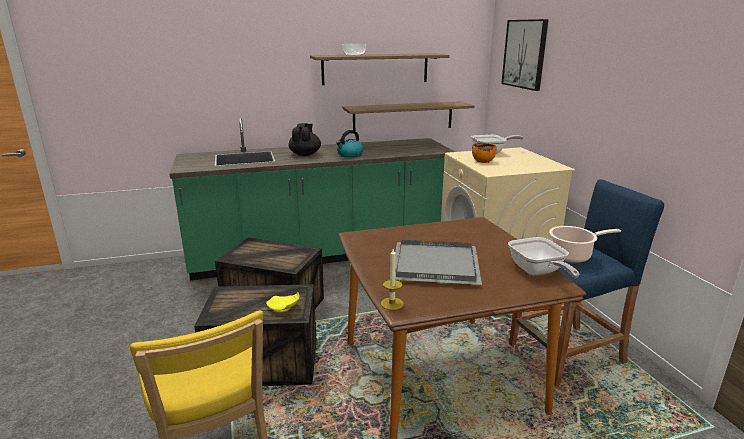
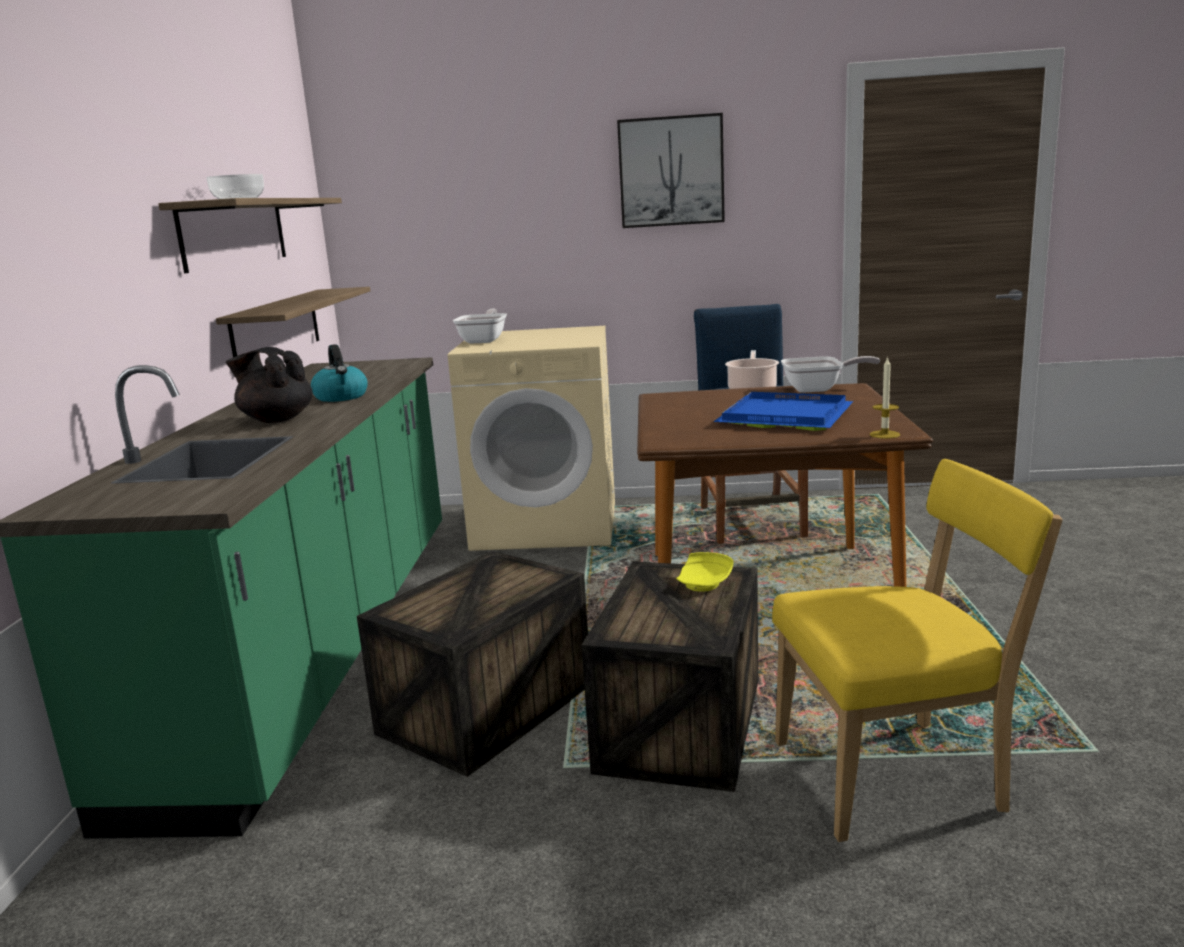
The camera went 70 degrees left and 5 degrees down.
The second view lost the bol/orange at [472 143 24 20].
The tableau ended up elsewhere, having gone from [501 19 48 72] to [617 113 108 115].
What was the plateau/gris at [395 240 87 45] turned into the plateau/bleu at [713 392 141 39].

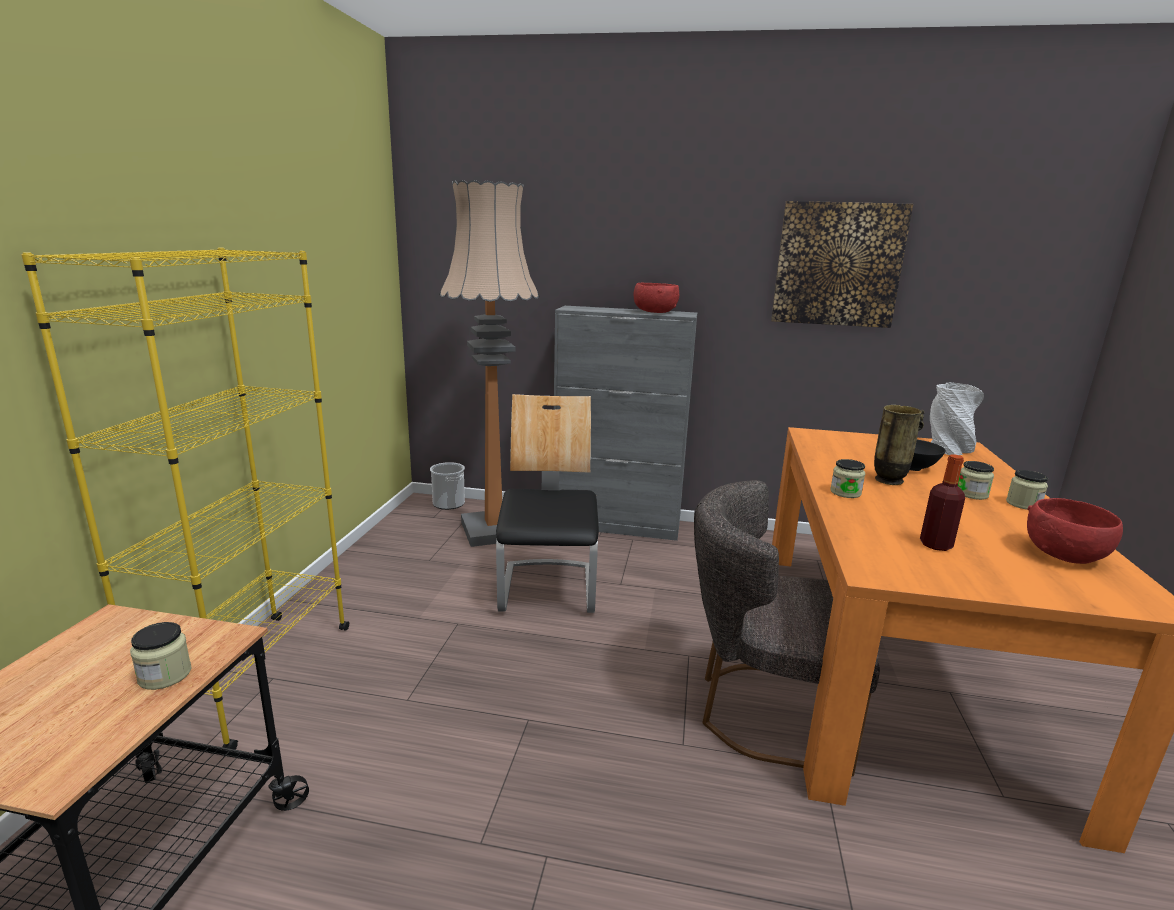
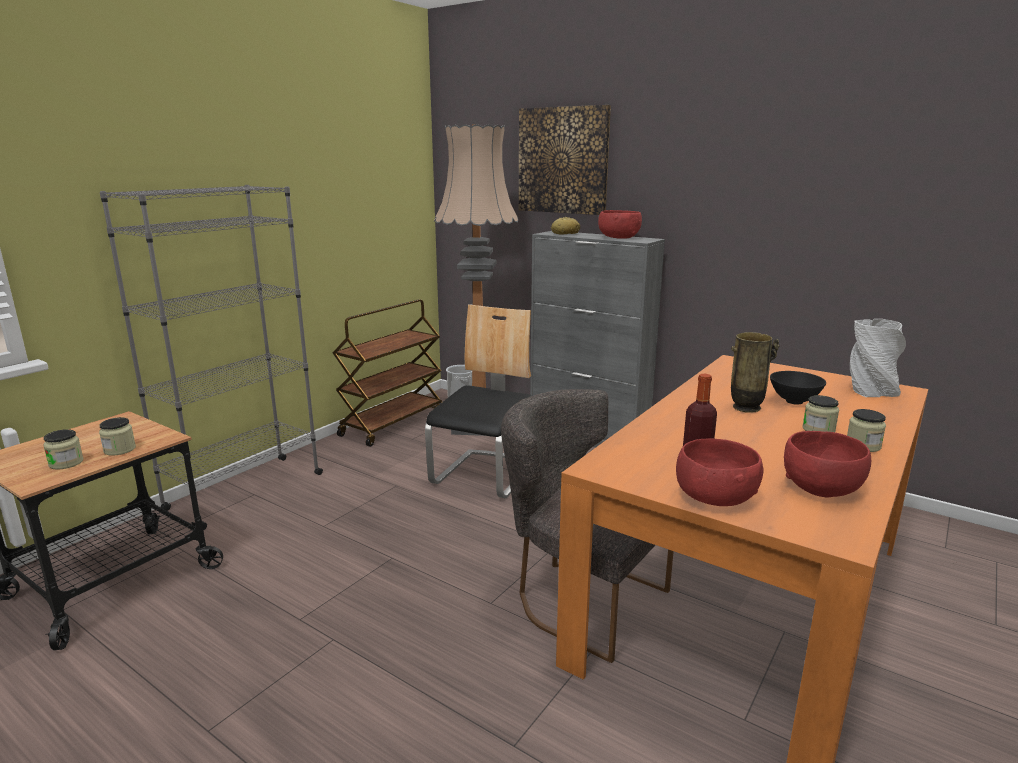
The camera went 25 degrees right and 0 degrees up.
The second view gained the chariot/marron at [333 299 109 148].
The second view gained the pain at [551 217 29 18].
The second view gained the bol/rouge at [676 439 87 67].
The tableau ended up elsewhere, having gone from [771 201 142 127] to [519 105 92 110].
The bocal ended up elsewhere, having gone from [830 459 35 39] to [43 429 40 41].
What was the bibliothèque/jaune at [21 247 329 503] turned into the bibliothèque/gris at [100 185 223 345].

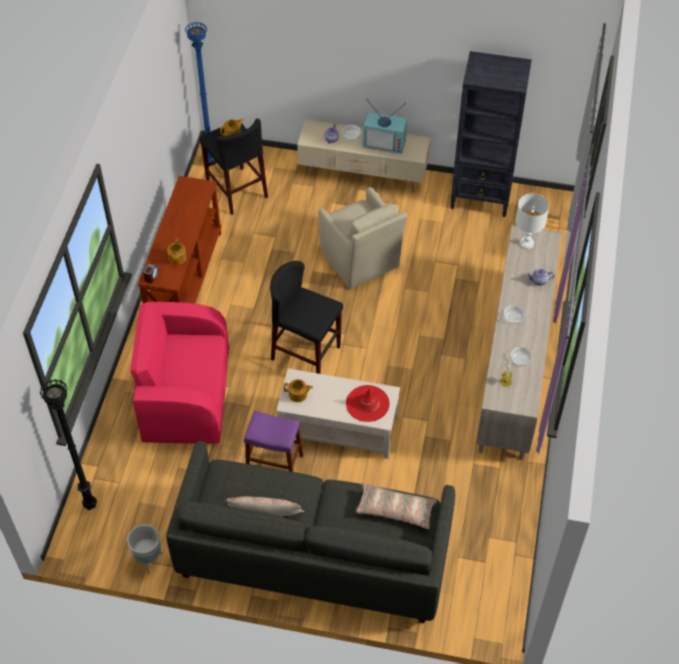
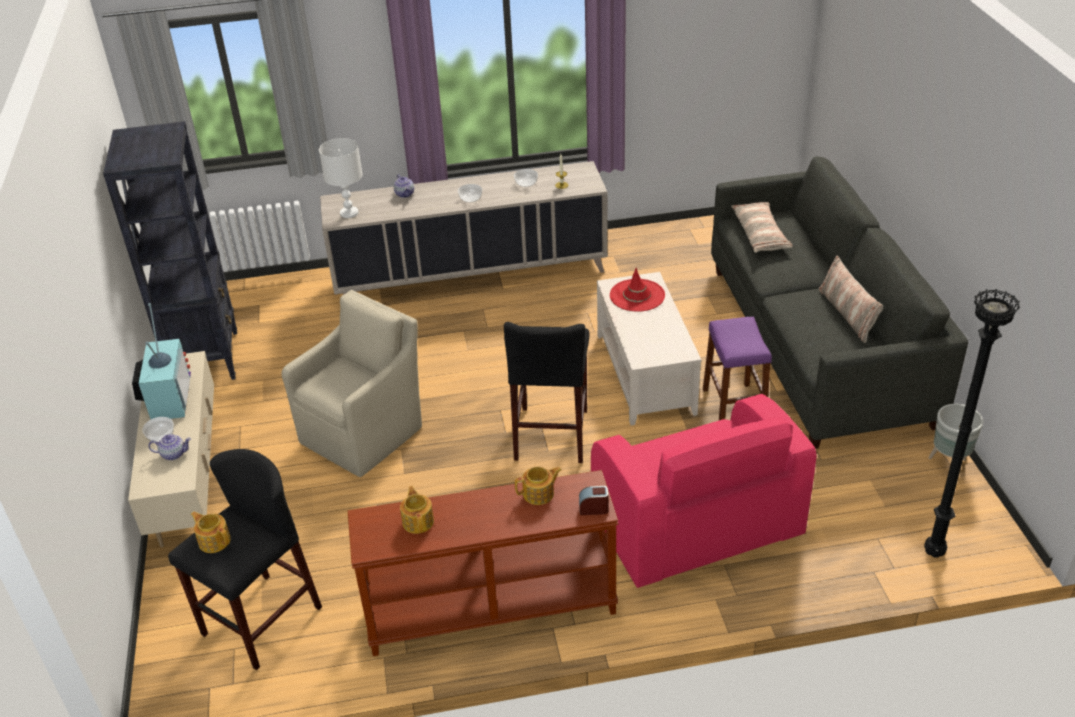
The camera went 110 degrees left and 15 degrees down.
The second view lost the lampadaire/bleu at [185 22 29 141].
The théière ended up elsewhere, having gone from [284 379 29 23] to [400 486 34 48].

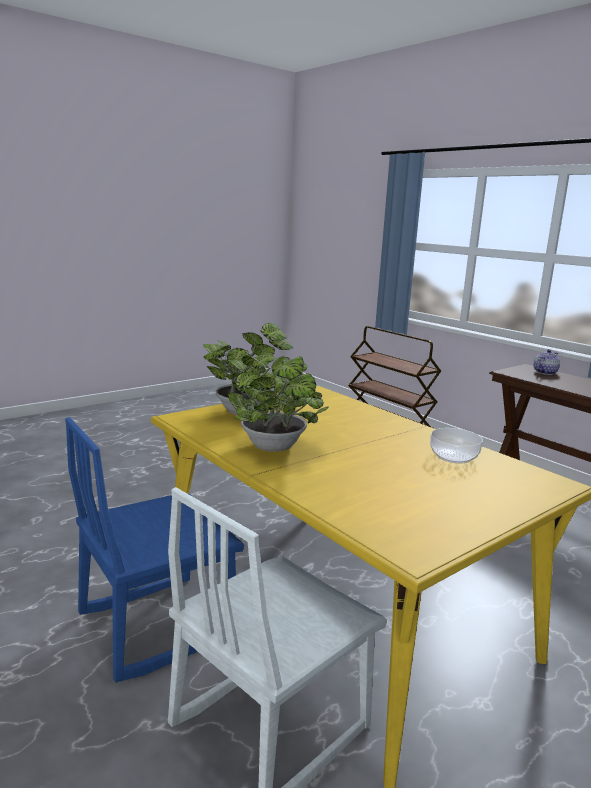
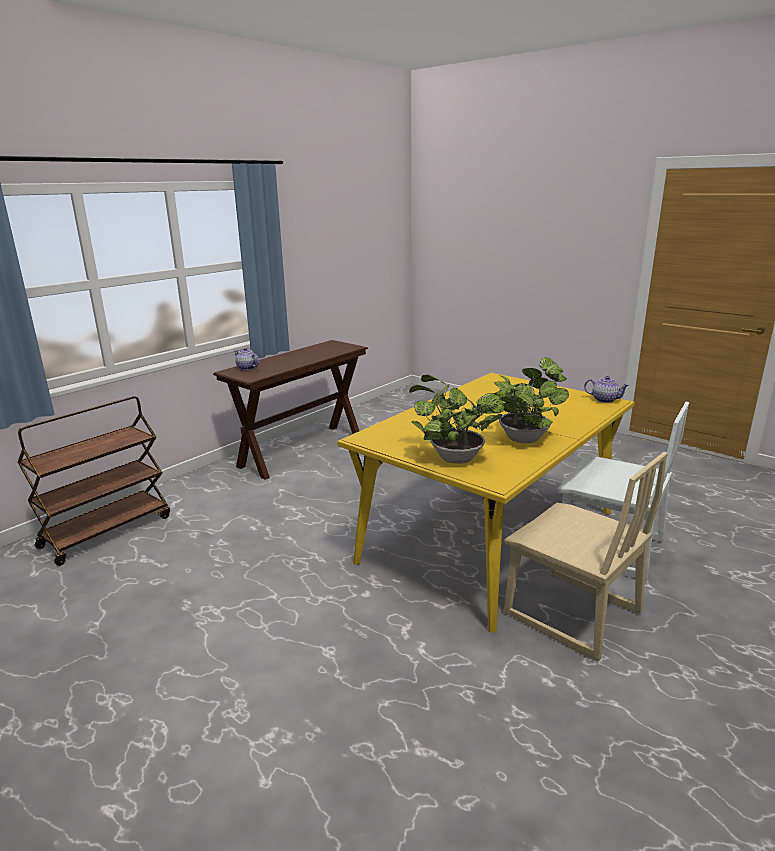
The camera went 100 degrees left and 5 degrees up.
The second view lost the bol at [430 428 53 35].
The second view gained the théière at [584 376 46 27].
What was the chaise/bleu at [65 417 179 266] turned into the chaise/beige at [504 452 164 209].

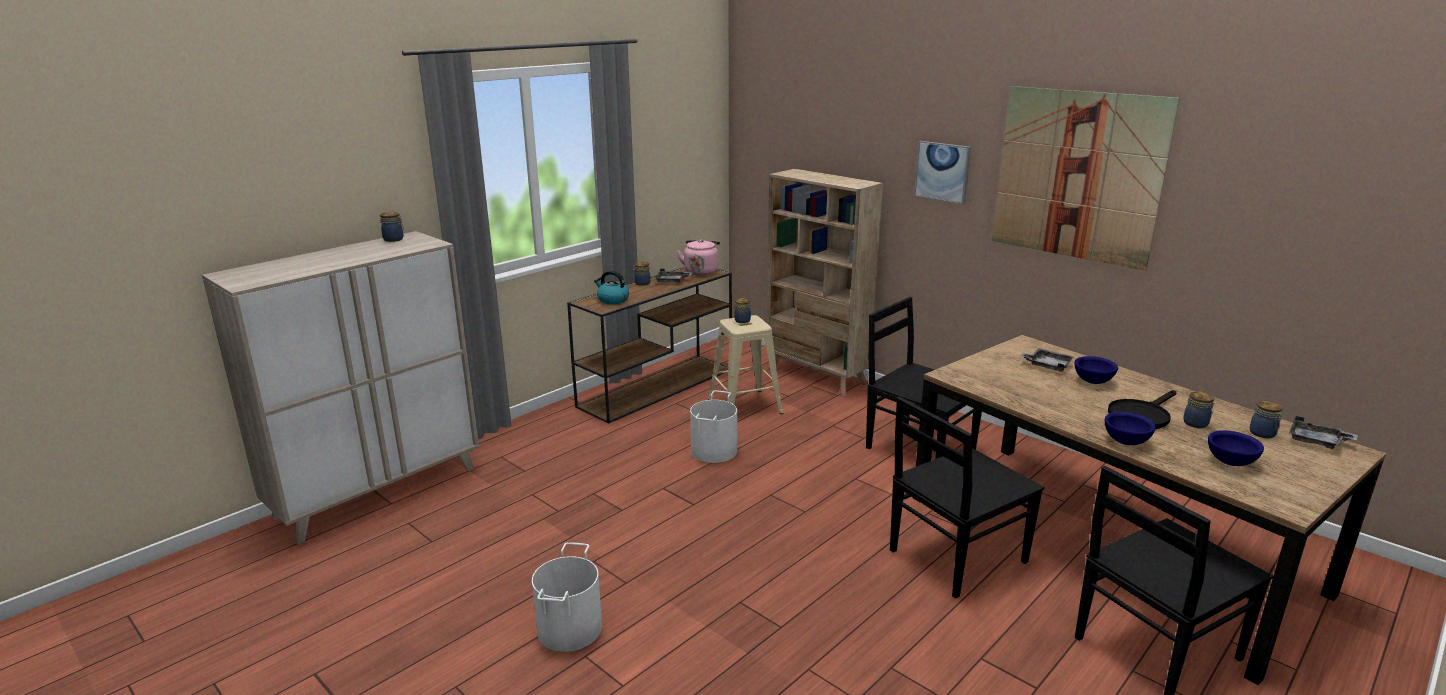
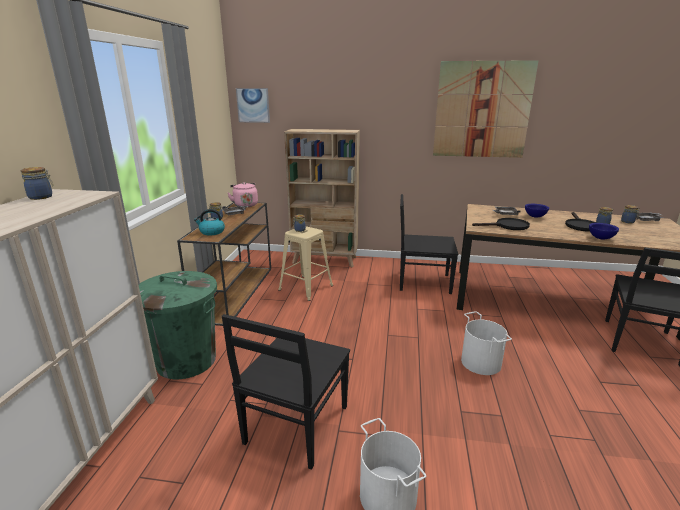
The camera went 35 degrees left and 0 degrees up.
The second view lost the bol/bleu at [1208 430 56 36].
The second view gained the poubelle/vert at [139 271 78 108].
The second view gained the poêle/noir at [472 218 58 12].
The seau/blanc ended up elsewhere, having gone from [690 390 47 73] to [461 311 51 64].
The chaise/noir ended up elsewhere, having gone from [890 397 154 202] to [222 314 128 156].
The tableau ended up elsewhere, having gone from [914 141 57 63] to [236 88 34 35].

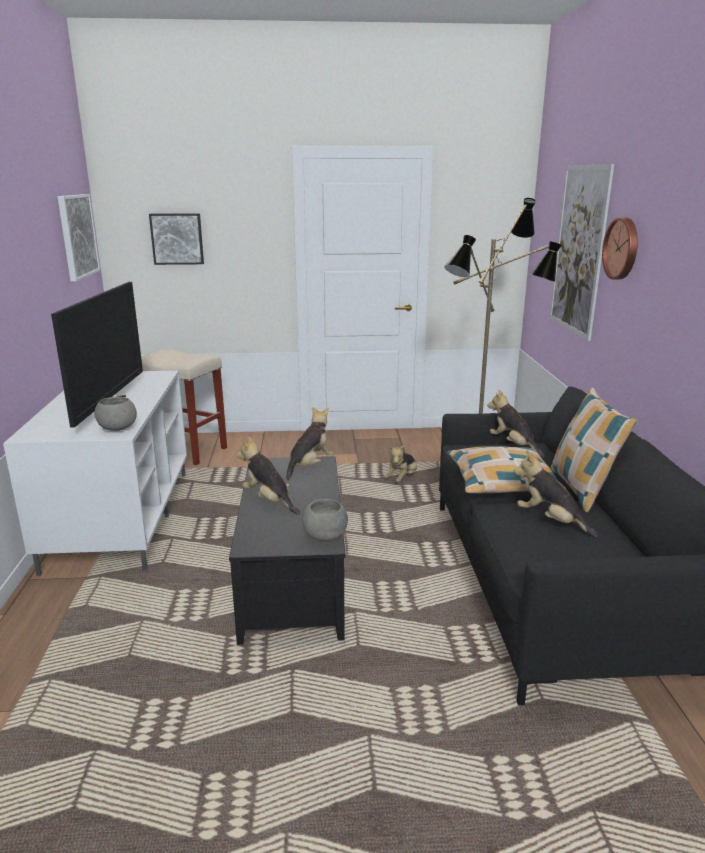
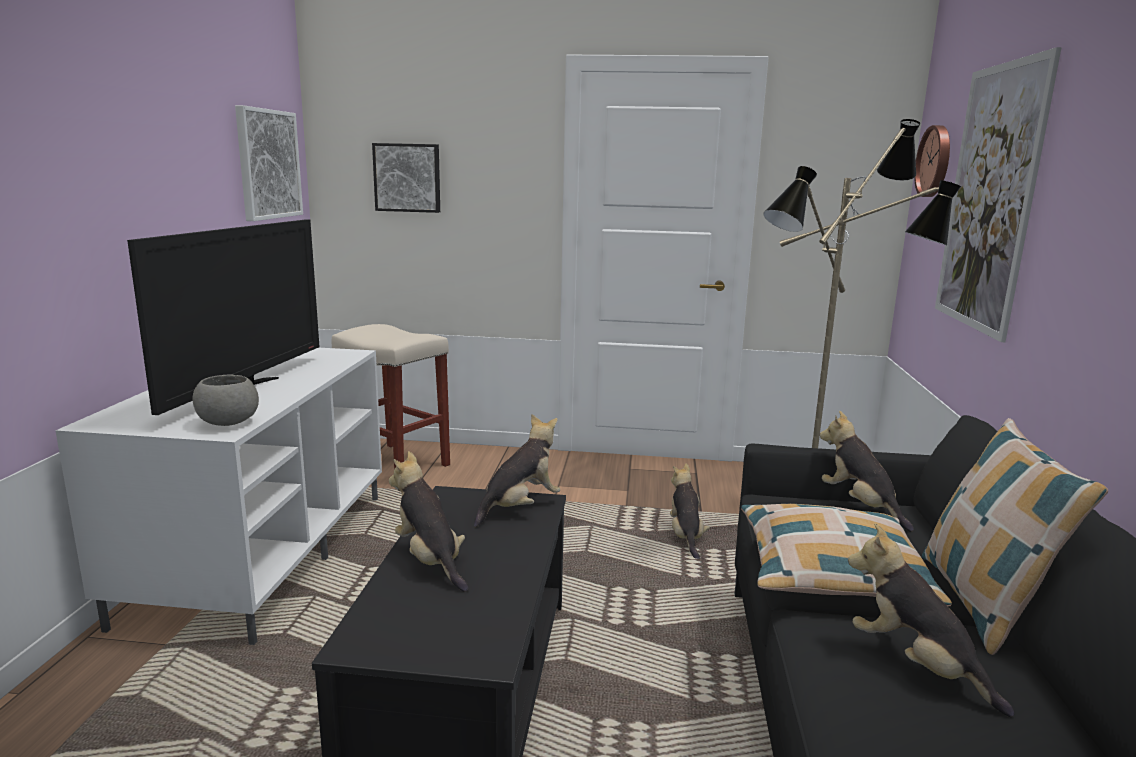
The camera went 10 degrees right and 5 degrees down.
The second view lost the bol/gris at [302 499 46 42].
The horloge murale ended up elsewhere, having gone from [602 217 36 62] to [914 125 36 72].
The peluche at [384 445 33 37] ended up facing another way, 135 degrees clockwise from before.

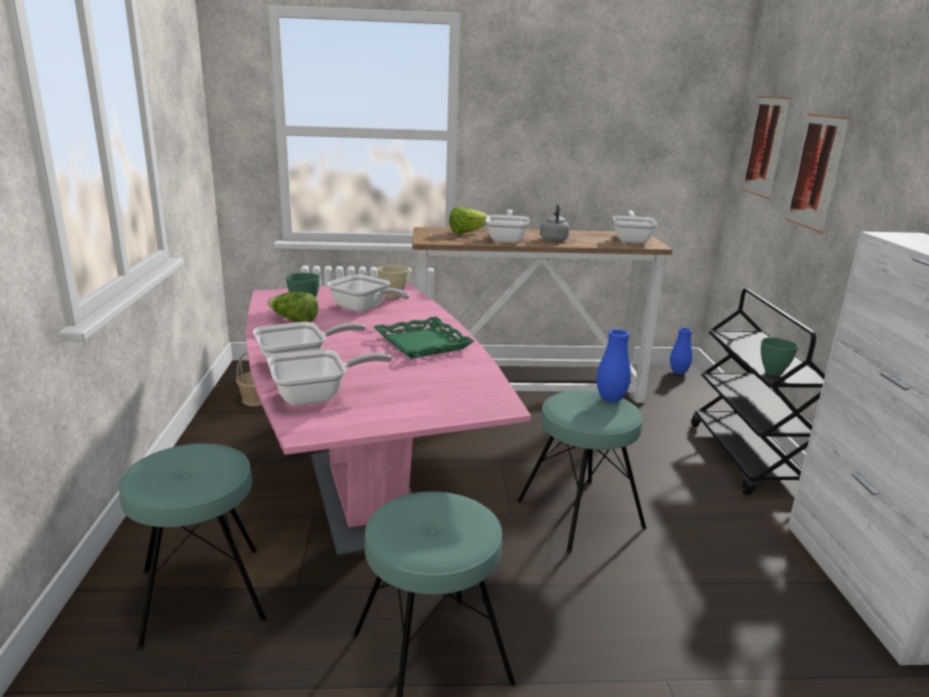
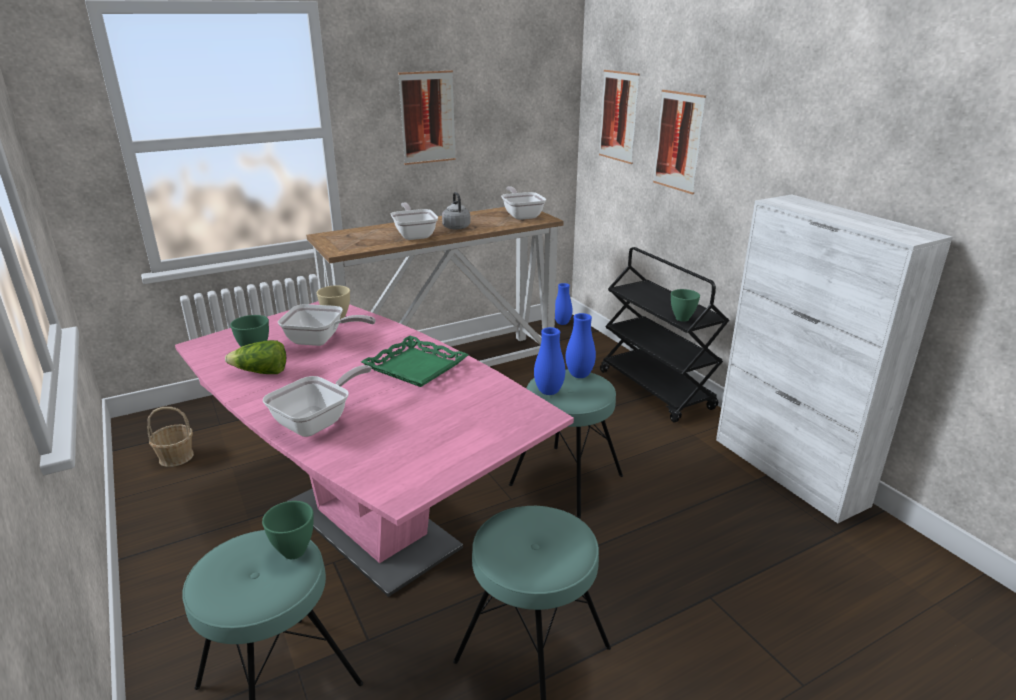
The camera went 25 degrees left and 5 degrees up.
The second view lost the poêle at [267 349 125 56].
The second view lost the laitue at [449 207 39 27].
The second view gained the bol/vert at [262 501 52 58].
The second view gained the tableau at [398 70 58 95].
The second view gained the vase/bleu at [534 327 31 68].

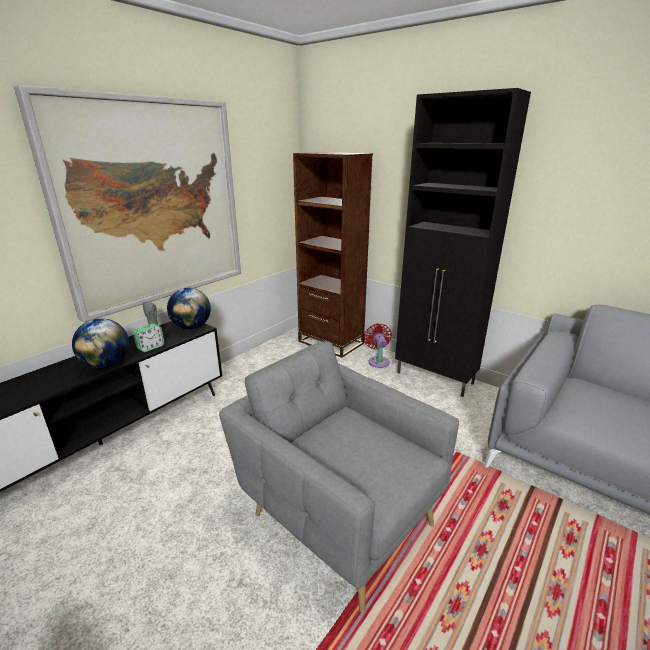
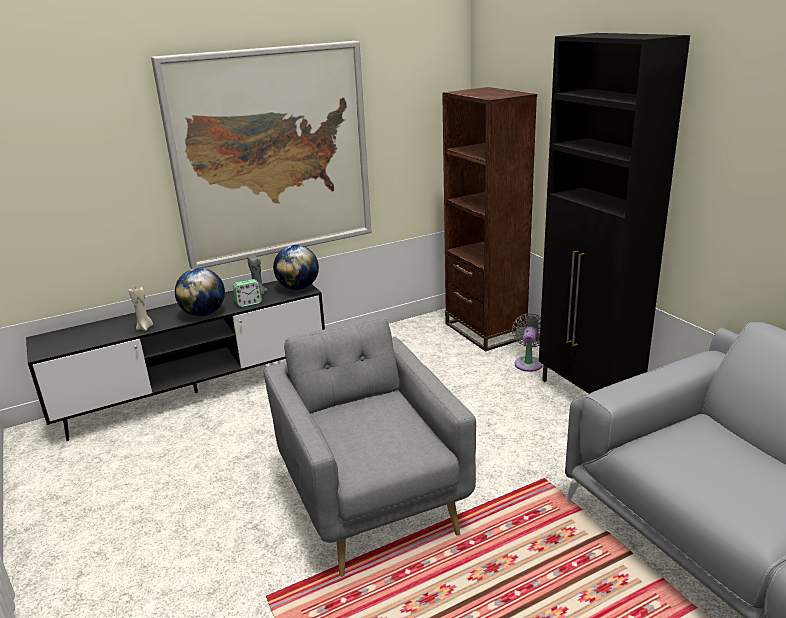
The camera went 25 degrees right and 0 degrees up.
The second view gained the bougie/beige at [129 287 24 44].
What was the ventilateur/rouge at [364 323 28 45] turned into the ventilateur/gris at [512 313 31 59].

